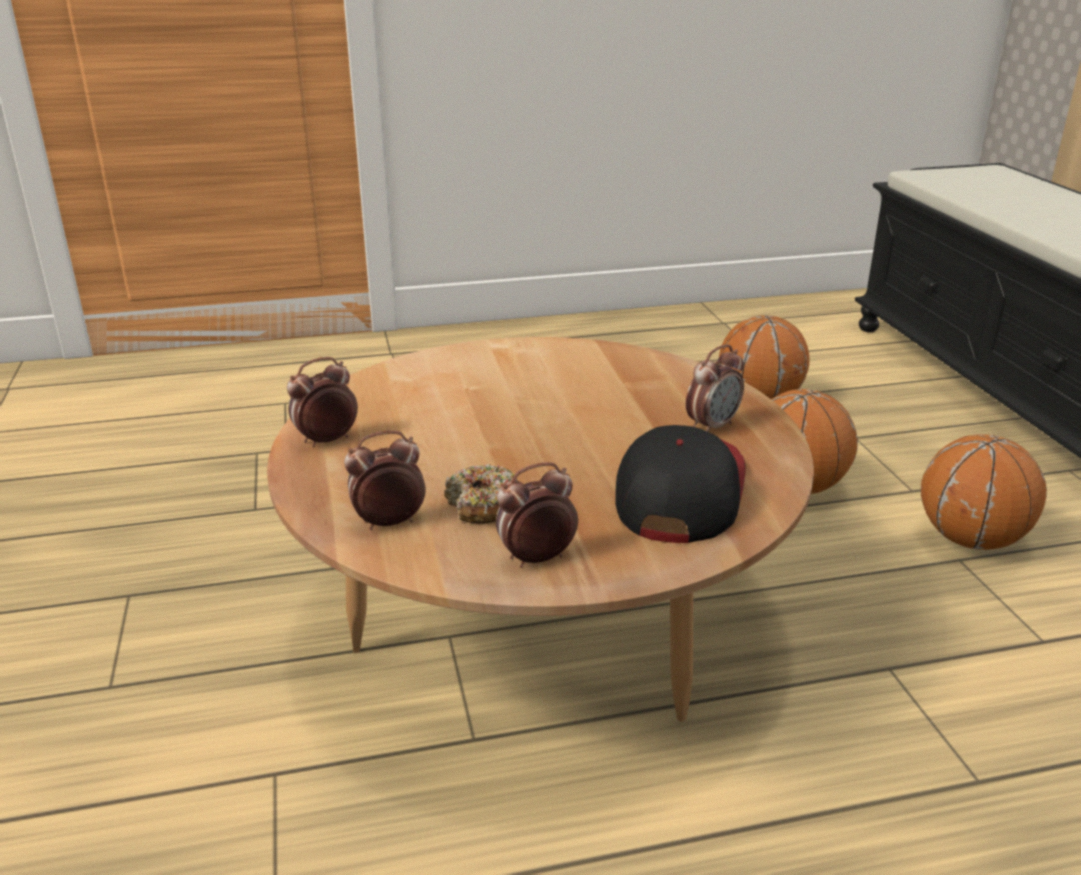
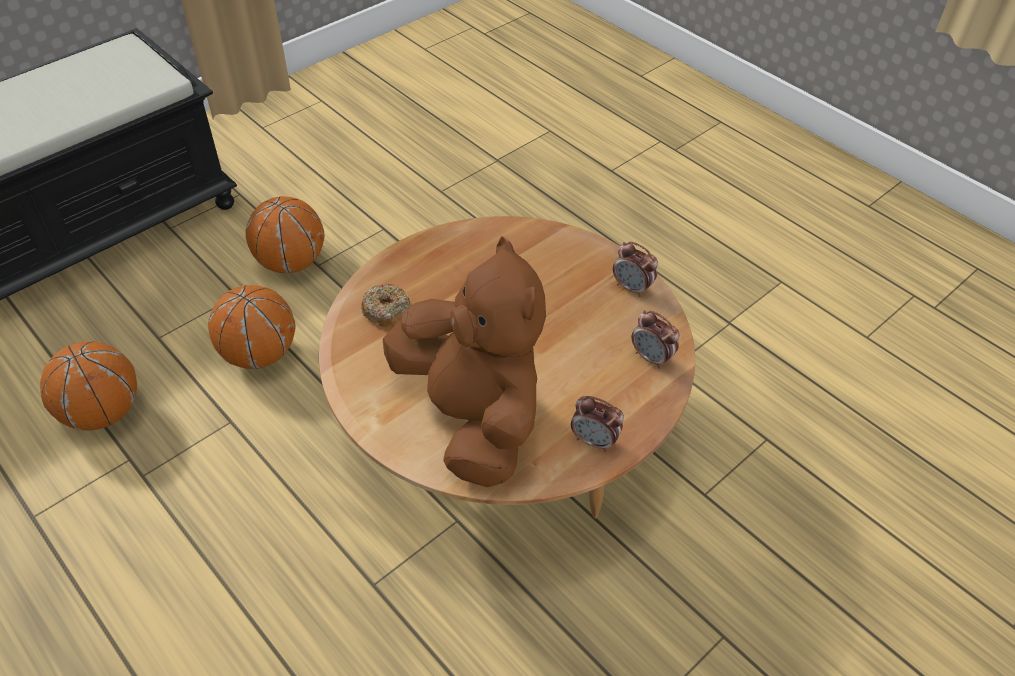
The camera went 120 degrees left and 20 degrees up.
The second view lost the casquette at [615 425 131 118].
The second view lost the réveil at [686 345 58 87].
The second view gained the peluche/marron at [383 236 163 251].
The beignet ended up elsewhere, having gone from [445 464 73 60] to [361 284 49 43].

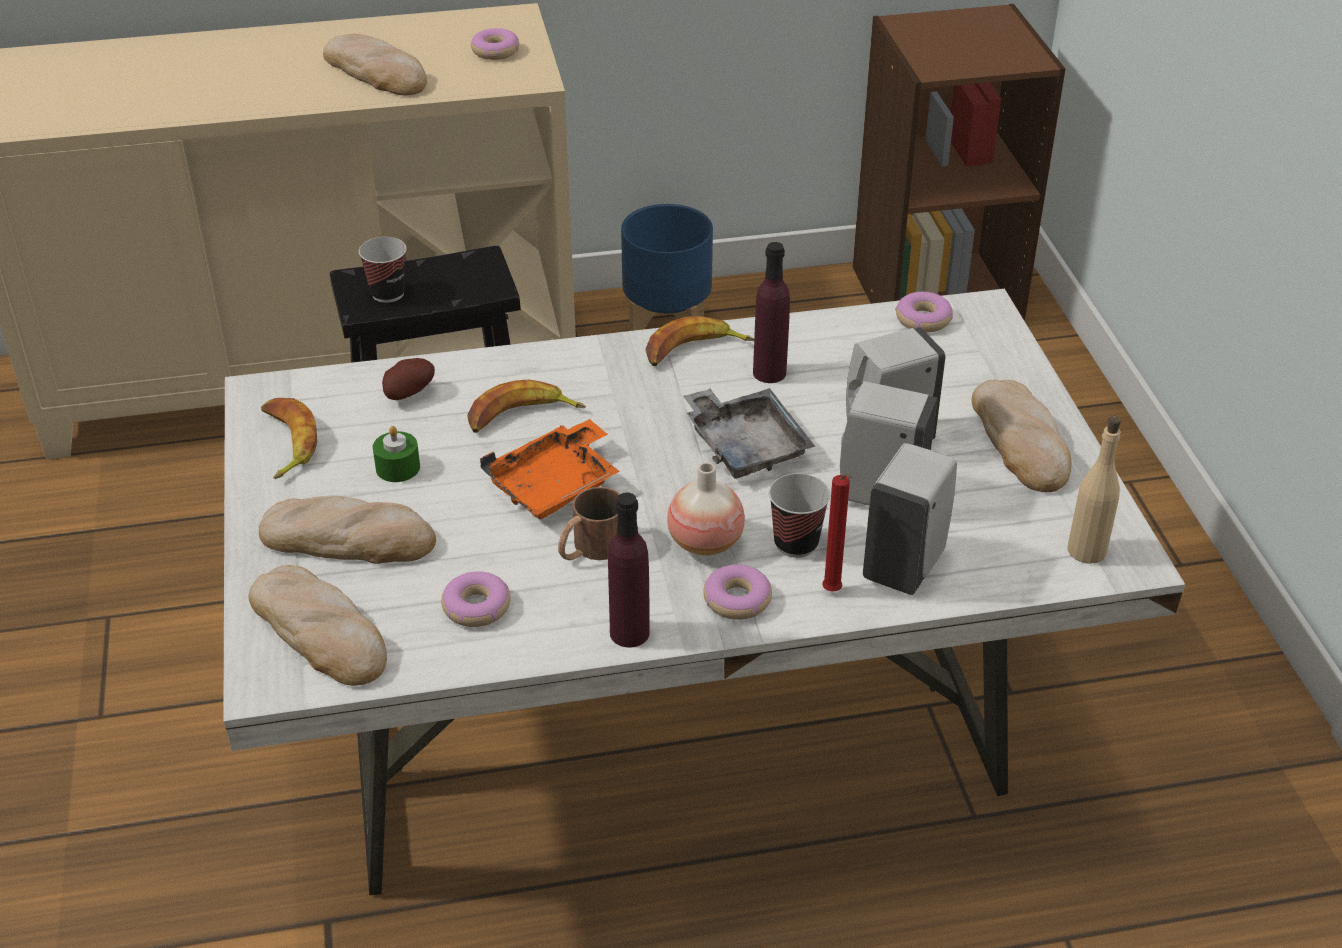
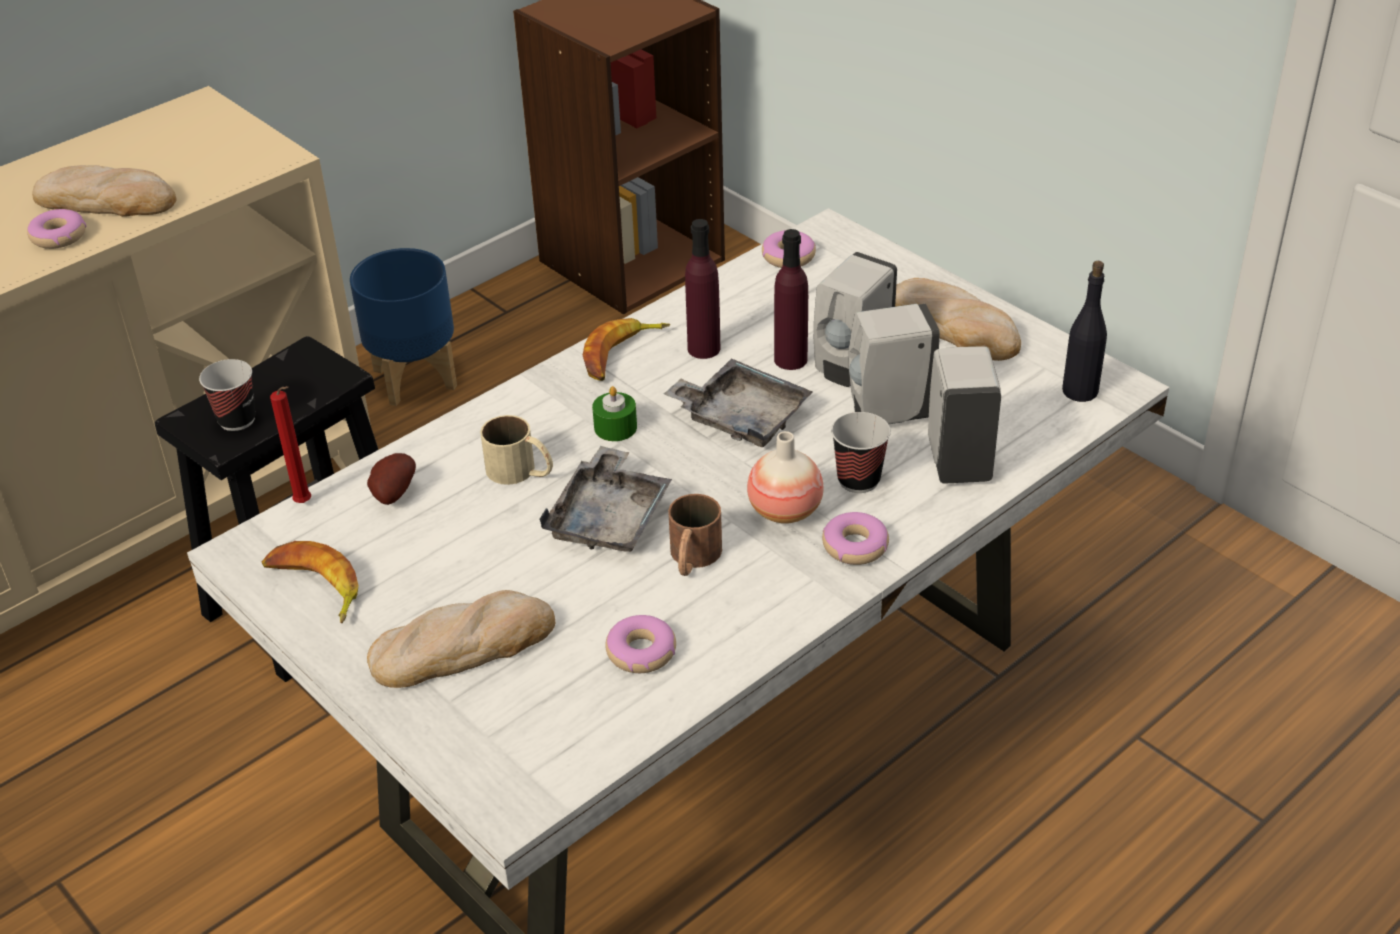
The camera went 30 degrees left and 0 degrees up.
The second view lost the pain at [248 565 139 121].
The bougie/vert ended up elsewhere, having gone from [373 426 47 56] to [592 386 45 55].
The beignet ended up elsewhere, having gone from [471 28 48 32] to [27 209 59 40].
The bouteille/violet ended up elsewhere, having gone from [608 492 42 155] to [774 229 34 141].
The bougie/rouge ended up elsewhere, having gone from [822 474 31 118] to [270 386 41 117].
Where the banane stood at [467 380 119 53], the mug/beige came to stand at [480 415 73 70].
What was the plateau/orange at [480 419 140 100] turned into the plateau/gris at [539 446 133 106].
What was the bouteille/beige at [1067 416 54 148] turned into the bouteille/noir at [1062 261 45 141].

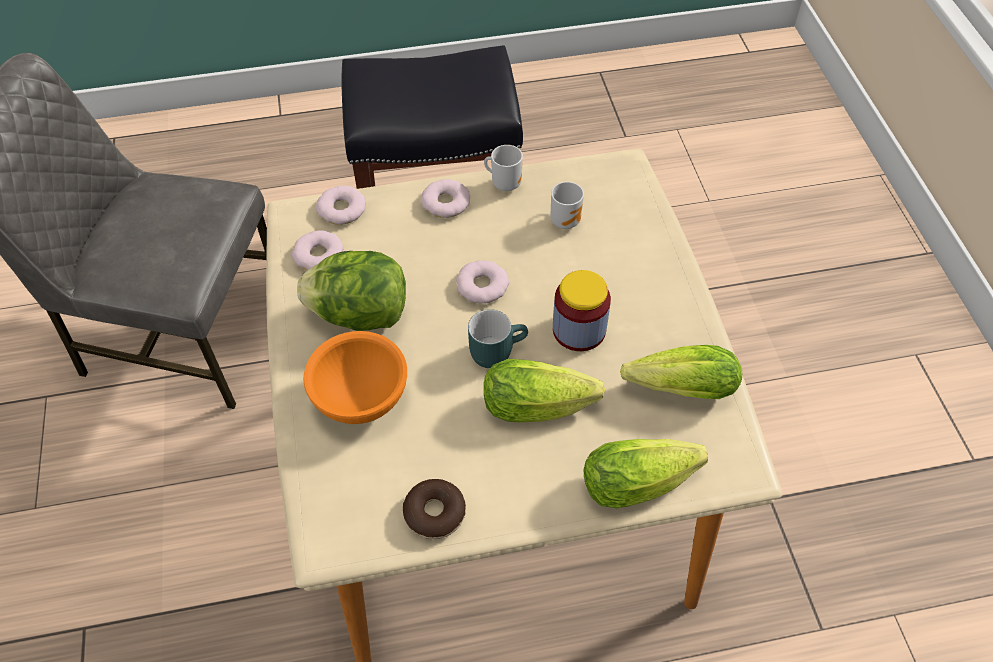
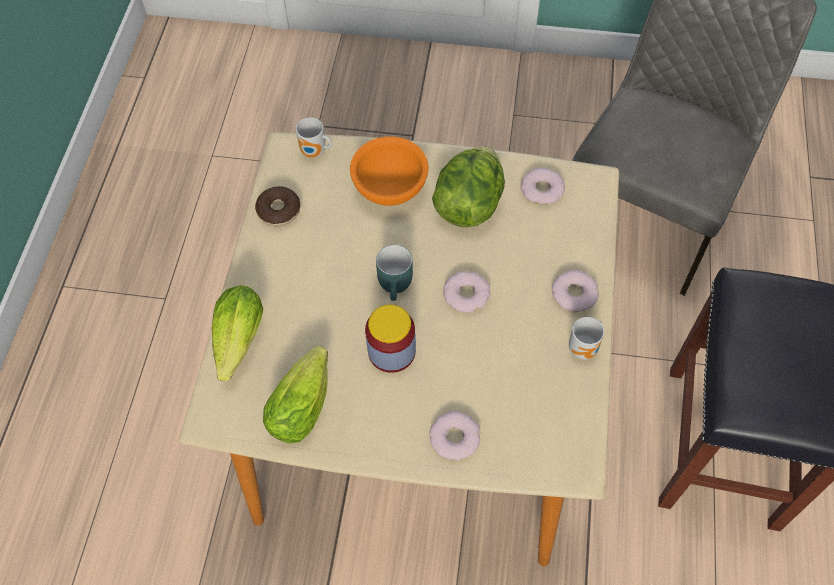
The camera went 110 degrees right and 5 degrees up.
The second view lost the laitue at [484 359 121 63].
The beignet ended up elsewhere, having gone from [316 186 50 39] to [429 411 51 49].
The mug ended up elsewhere, having gone from [551 182 33 47] to [296 117 36 41].

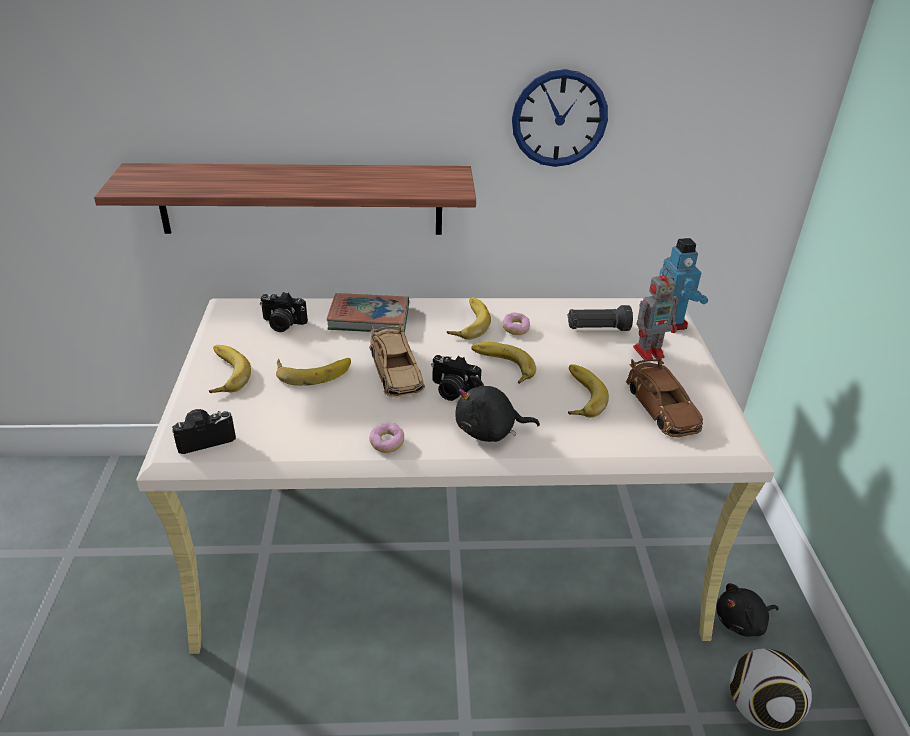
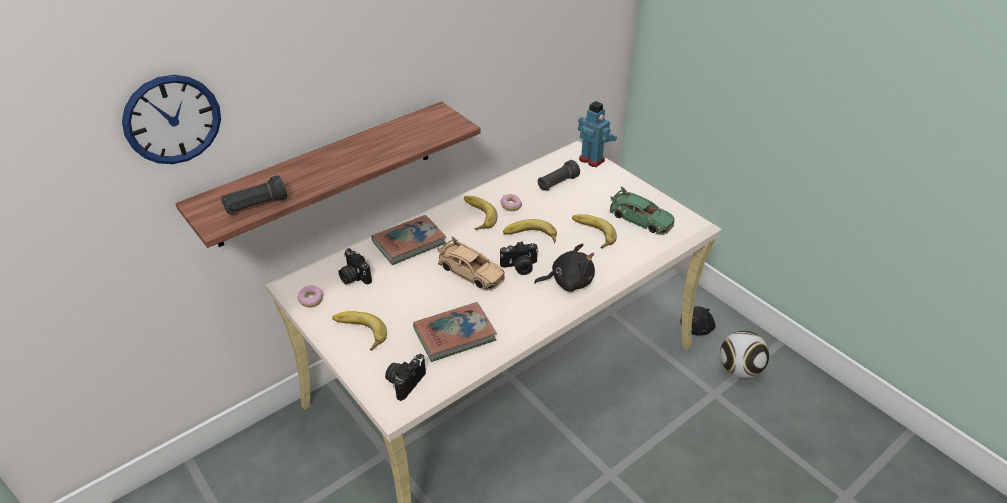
The camera went 35 degrees left and 5 degrees up.
The second view lost the banane at [276 358 75 28].
The second view lost the robot jouet at [633 268 45 92].
The second view gained the lampe de poche/noir at [221 175 66 39].
The second view gained the livre at [413 302 84 60].
The beignet ended up elsewhere, having gone from [369 422 35 31] to [297 285 26 22].
The horloge murale ended up elsewhere, having gone from [512 69 96 98] to [122 75 99 89].
What was the petite voiture/marron at [626 355 77 82] turned into the petite voiture/vert at [610 187 65 48].
The appareil photo at [260 292 48 40] ended up facing another way, 75 degrees clockwise from before.
The peluche/noir at [456 375 84 67] ended up facing another way, 150 degrees counterclockwise from before.

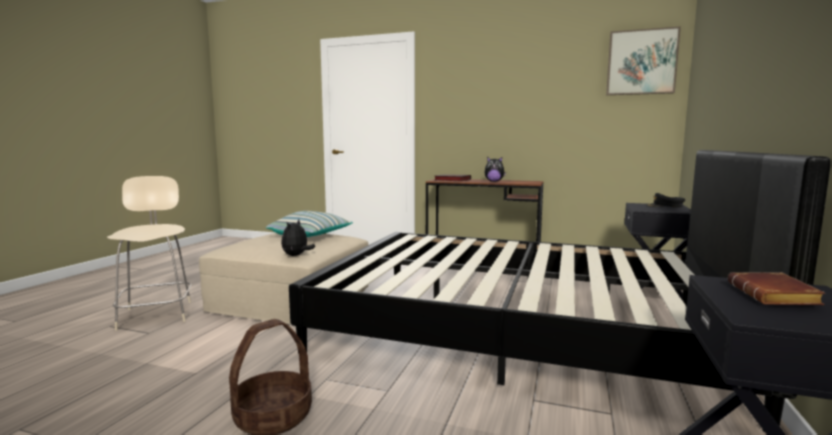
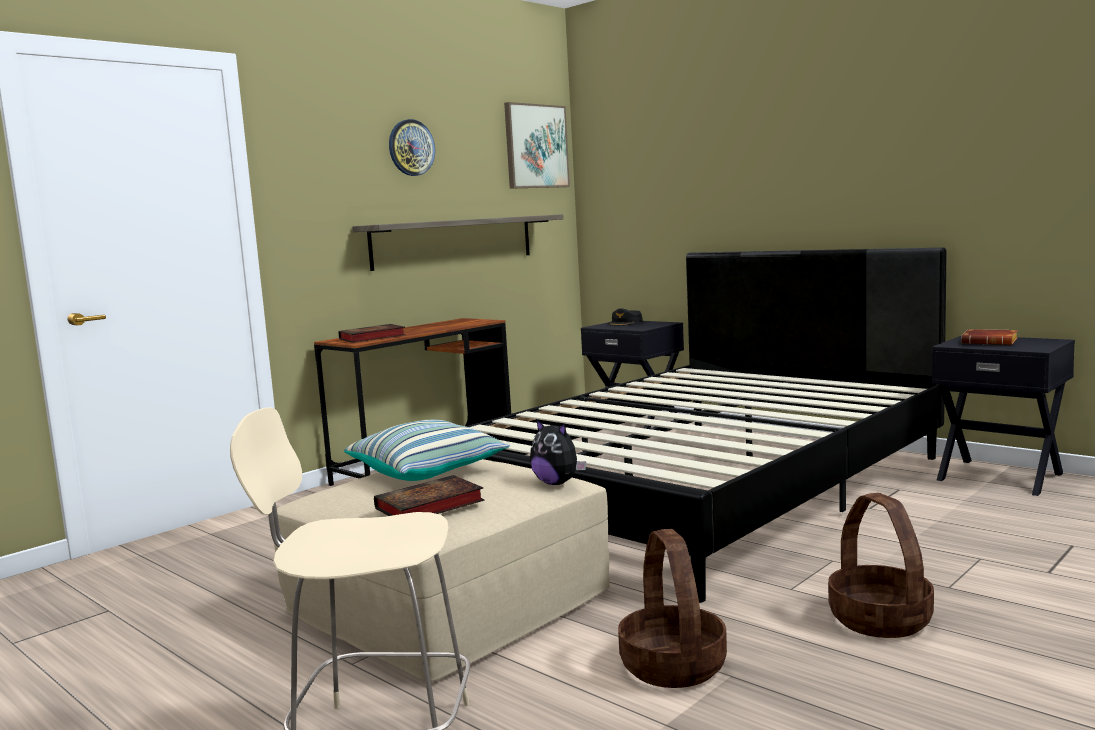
The camera went 65 degrees left and 0 degrees up.
The second view lost the peluche at [485 157 21 25].
The second view gained the étagère at [352 214 212 57].
The second view gained the livre at [374 475 110 41].
The second view gained the horloge murale at [389 119 46 57].
The second view gained the panier at [618 529 109 159].

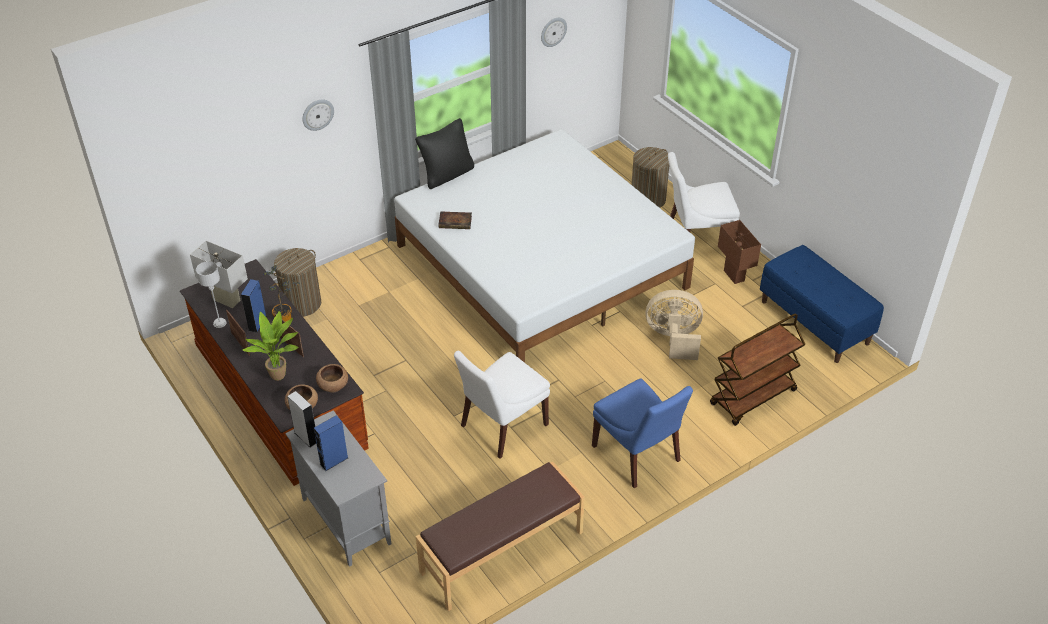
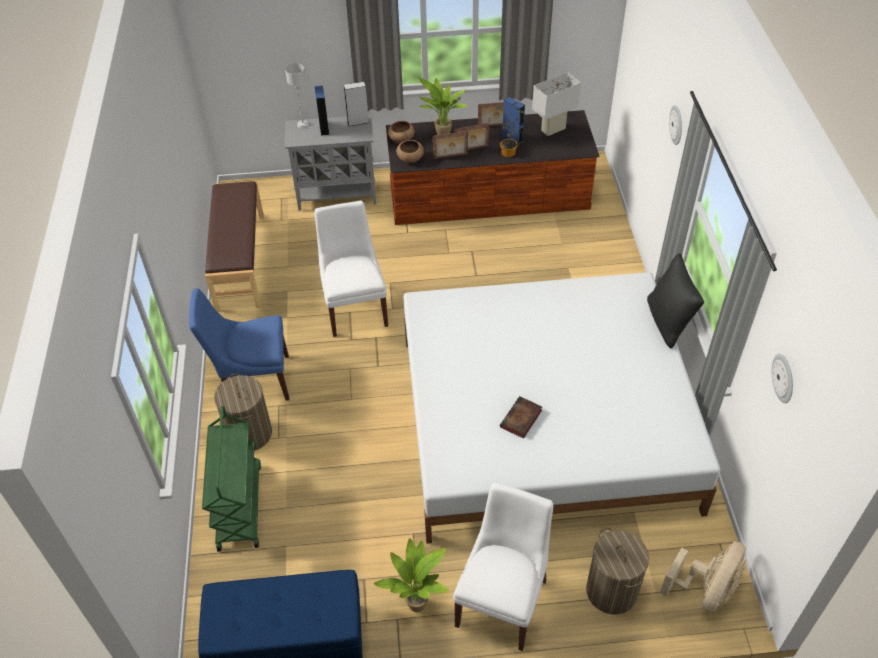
The camera went 120 degrees right and 5 degrees up.
The second view gained the cadre photo at [433 131 35 28].
The lampe de table/gris ended up elsewhere, having gone from [196 261 31 67] to [285 63 24 65].
The panier à linge ended up elsewhere, having gone from [273 248 48 69] to [214 373 58 78].
The livre ended up elsewhere, having gone from [439 211 33 18] to [500 396 42 43].
The ventilateur/beige ended up elsewhere, having gone from [645 290 58 70] to [660 541 87 71].
Where the lampe de table/marron stood at [718 220 43 64], the plante en pot came to stand at [374 538 75 74].
What was the chariot/marron at [710 313 95 113] turned into the chariot/vert at [202 406 59 146].

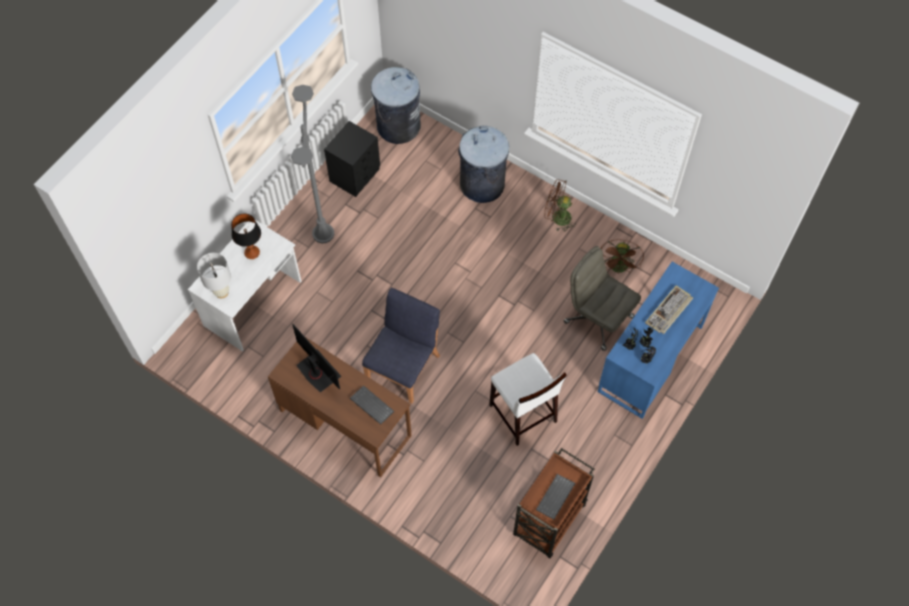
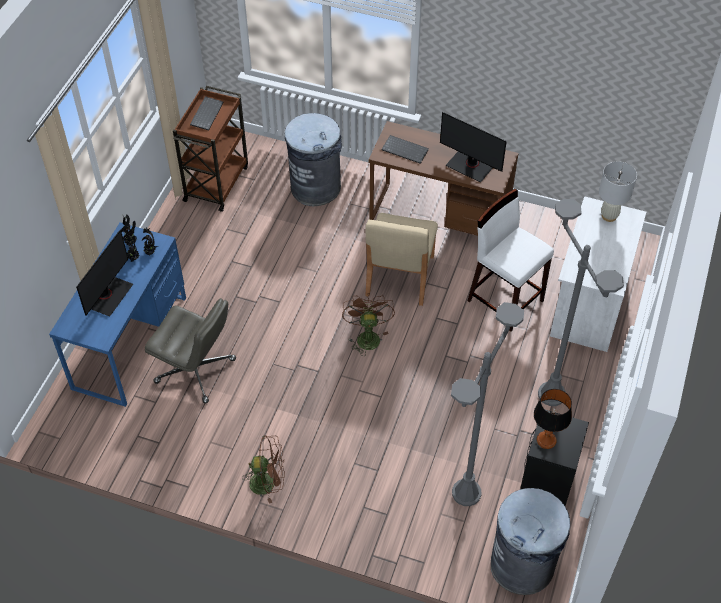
The camera went 165 degrees right and 10 degrees down.
The second view gained the lampadaire/gris at [451 302 73 204].
The lampe de table ended up elsewhere, having gone from [231 214 30 45] to [534 389 38 60].
The poubelle/gris ended up elsewhere, having gone from [458 126 51 77] to [285 113 57 93].
The tabouret/blanc ended up elsewhere, having gone from [489 353 78 93] to [468 189 86 143].
The ventilateur/marron ended up elsewhere, having gone from [601 240 43 34] to [342 293 53 63].
Where the clavier stood at [645 285 48 49], the écran d'ordinateur came to stand at [76 230 57 87].
What was the chaise/bleu at [362 288 78 116] turned into the chaise/beige at [365 213 73 93].

